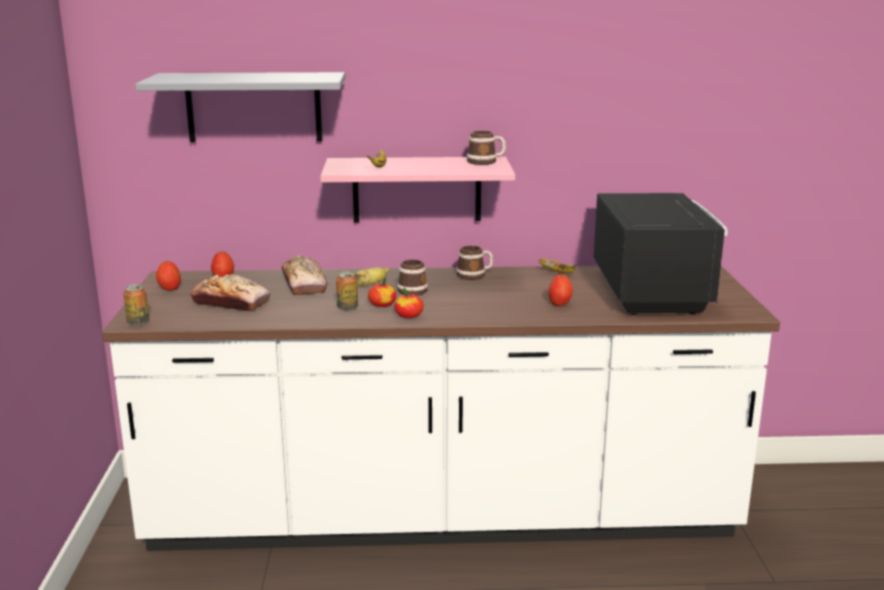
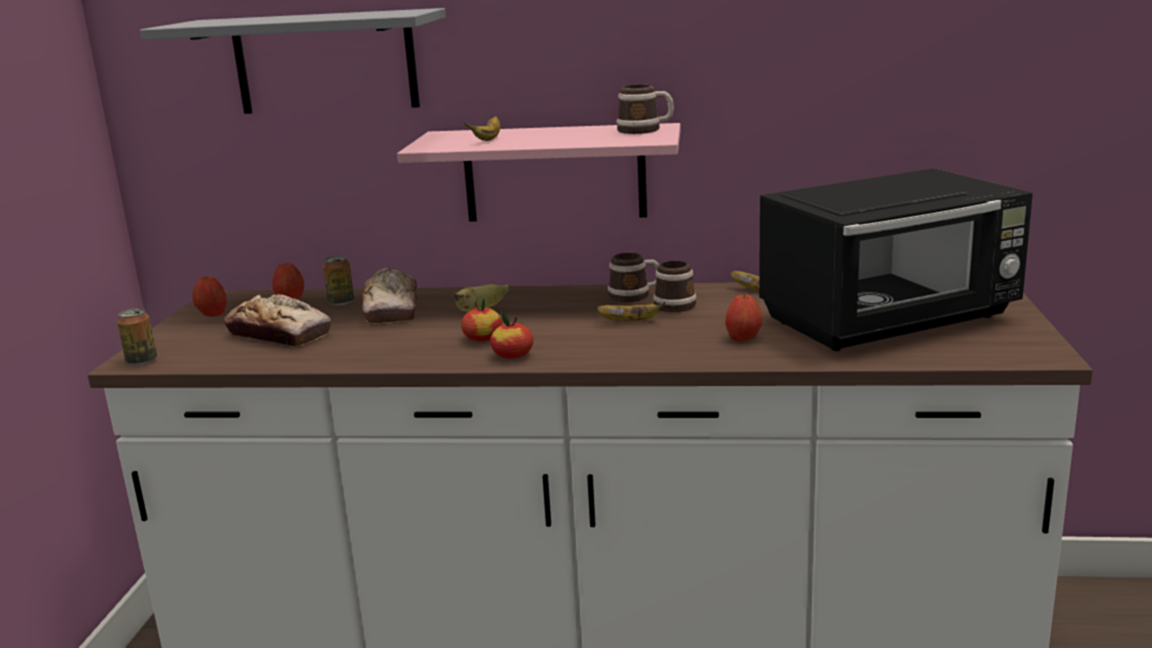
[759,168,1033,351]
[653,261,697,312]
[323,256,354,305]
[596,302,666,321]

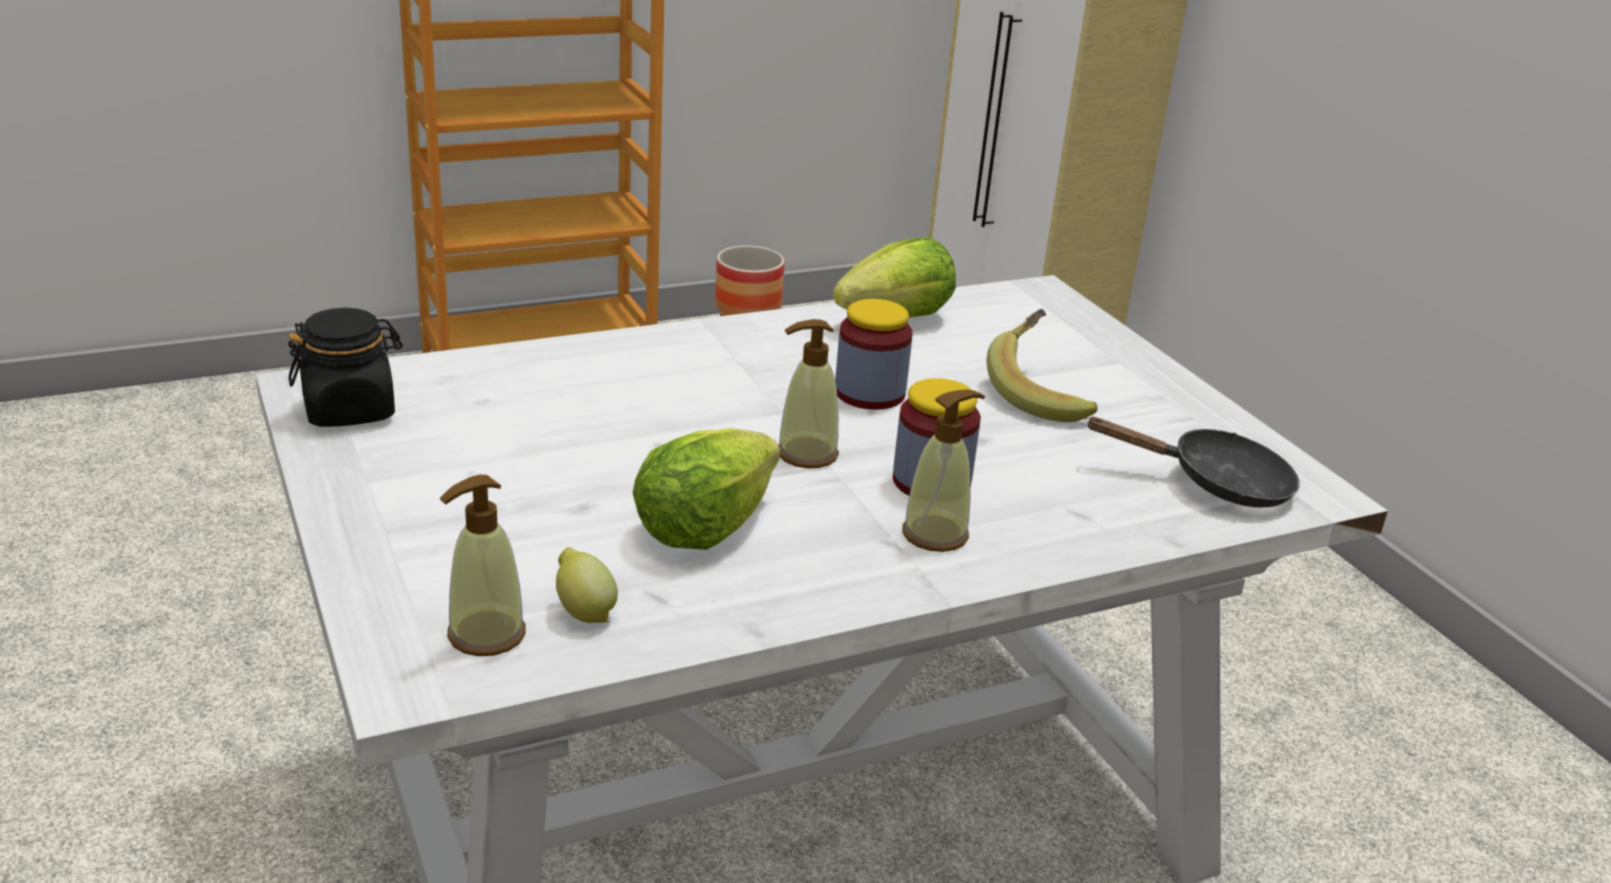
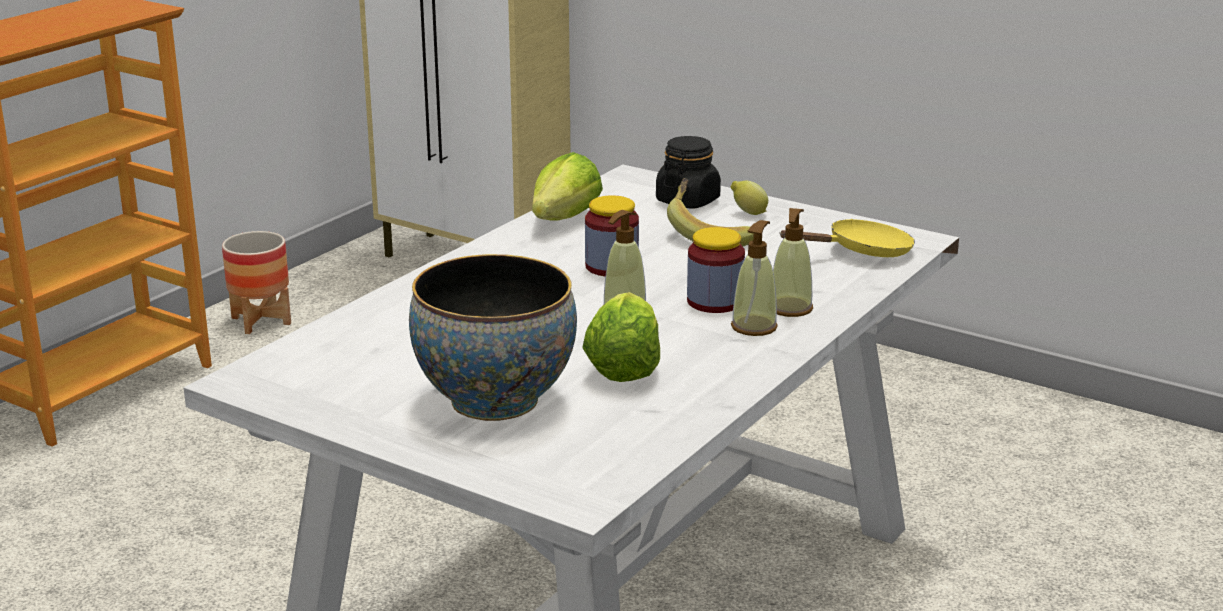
[656,136,721,209]
[779,219,915,257]
[773,208,813,317]
[731,181,768,215]
[409,254,577,421]

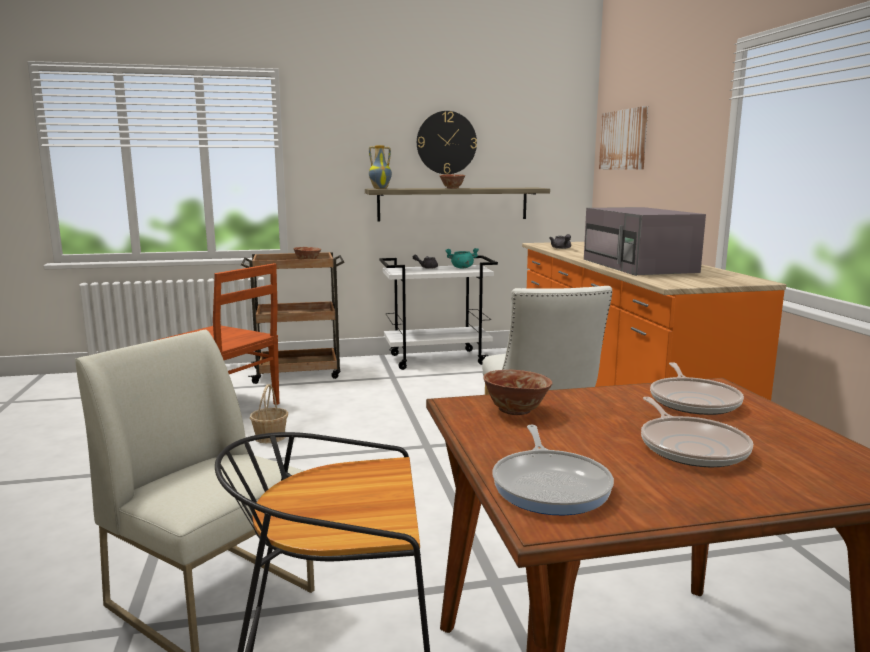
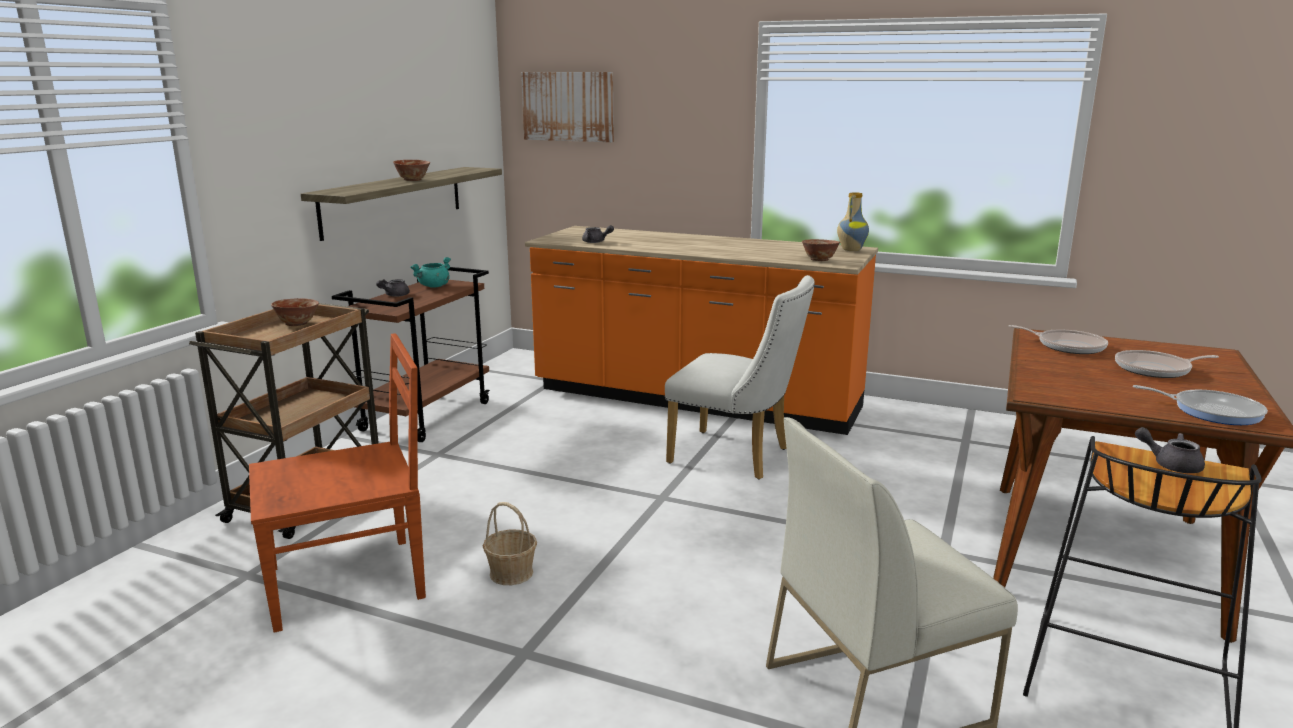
[417,111,477,174] (first image)
[837,192,869,251]
[584,207,706,276] (first image)
[332,267,490,442]
[802,239,840,261]
[1115,350,1219,378]
[1135,427,1205,473]

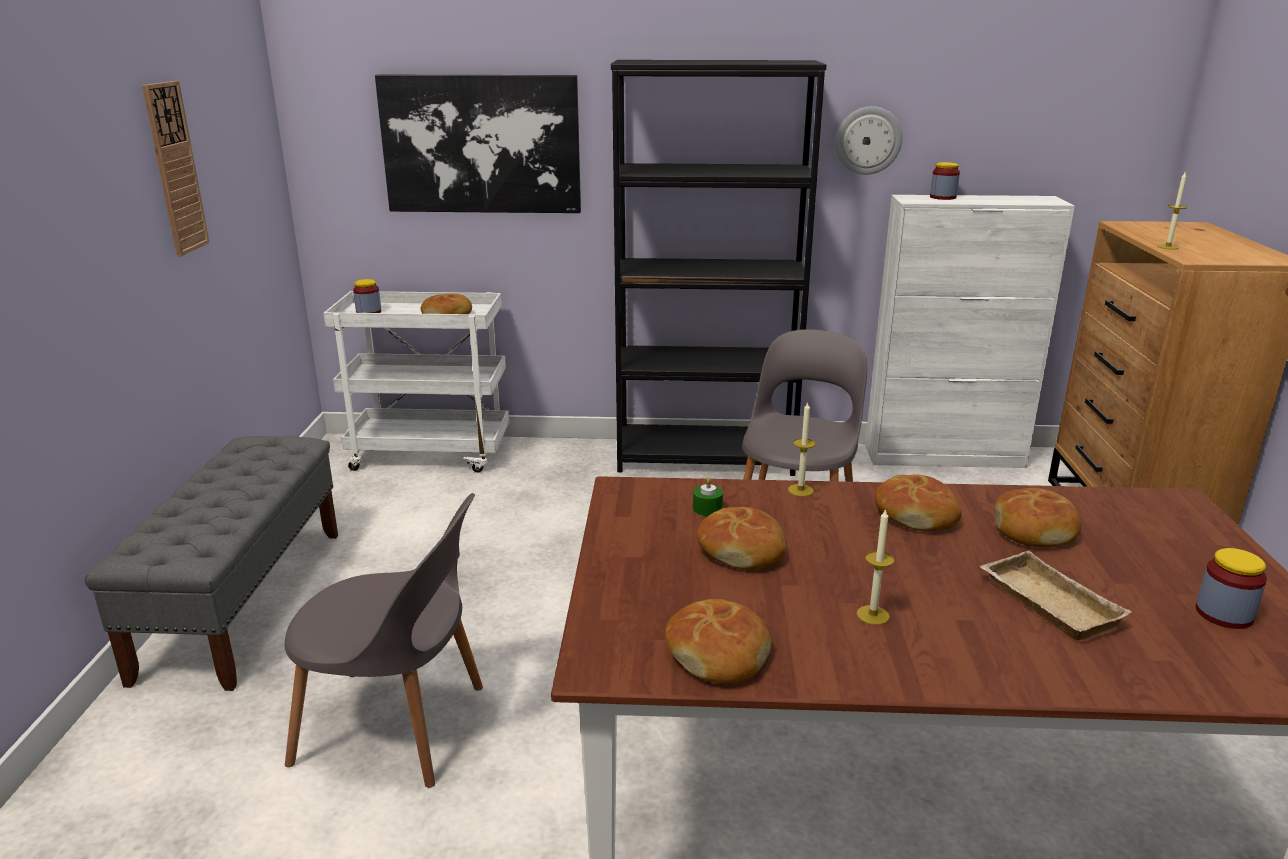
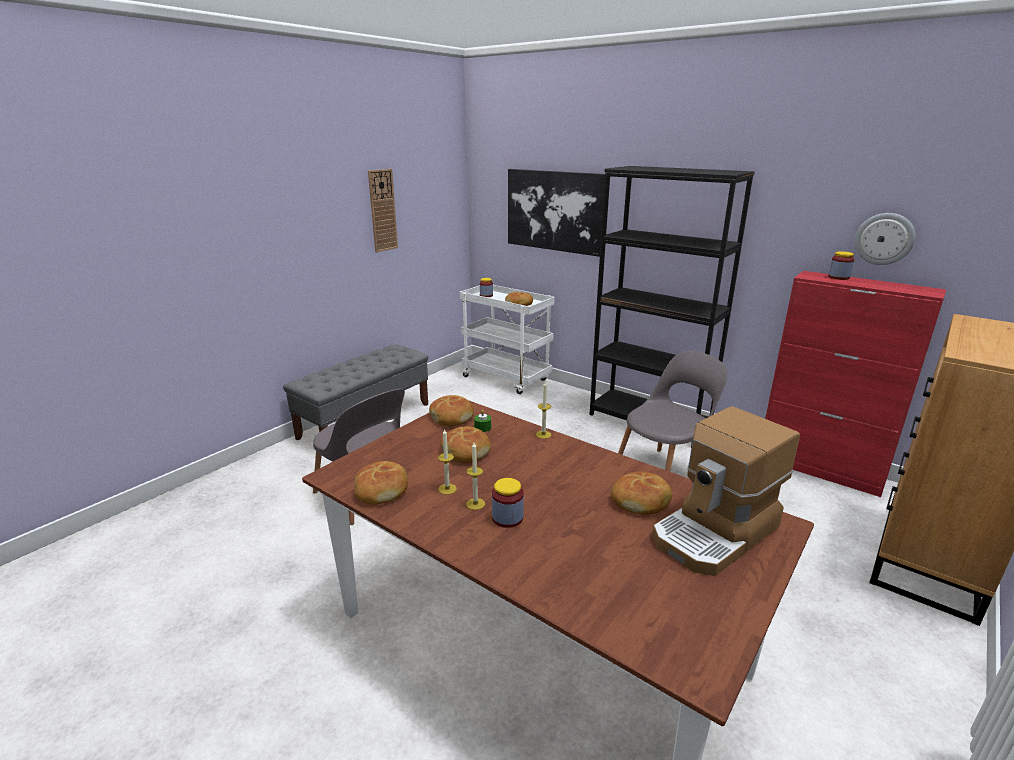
[854,213,915,265]
[438,428,457,495]
[765,271,946,497]
[429,395,474,426]
[492,478,524,528]
[980,551,1132,641] (first image)
[652,406,800,576]

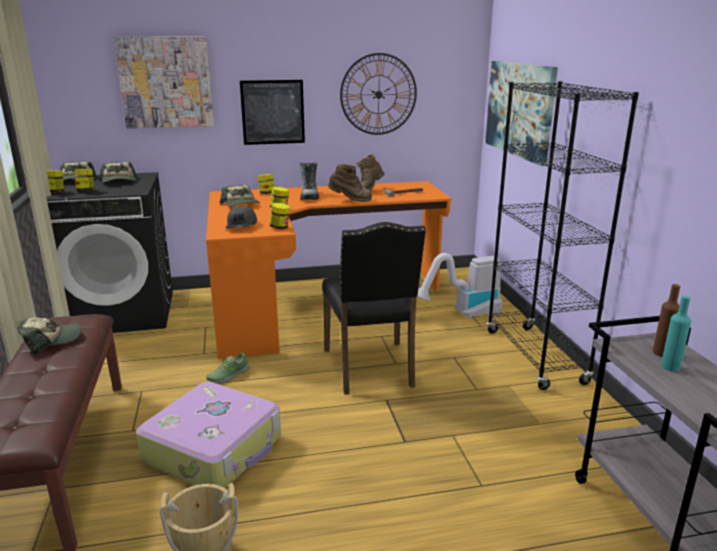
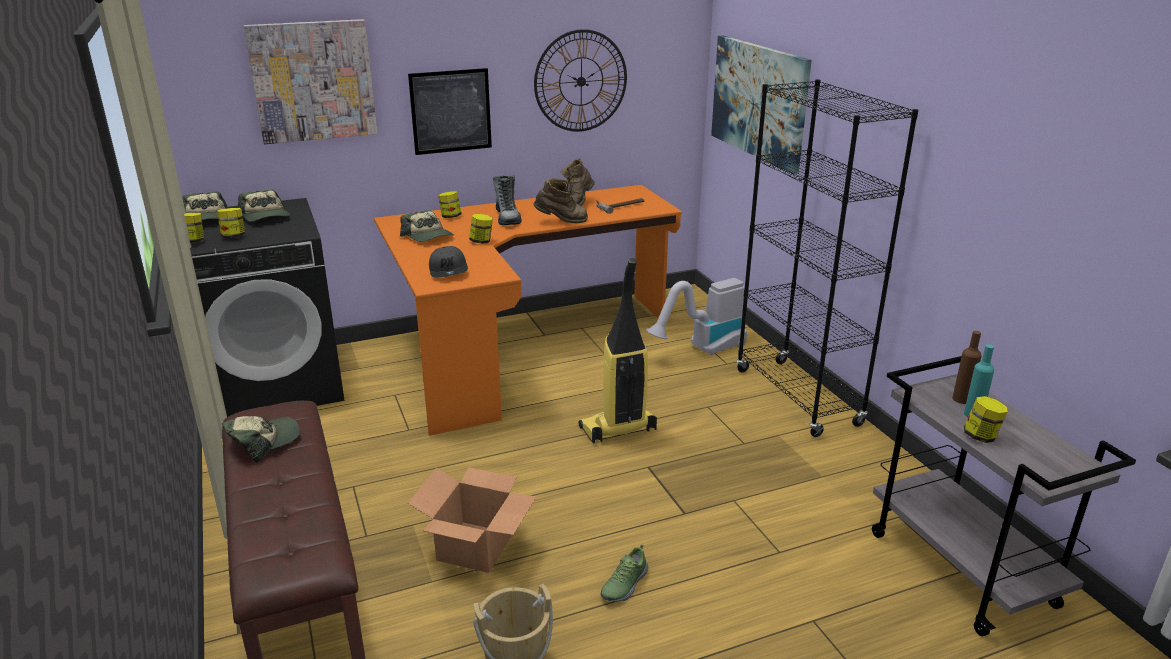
[964,396,1008,443]
[579,258,657,443]
[601,544,648,603]
[408,467,536,573]

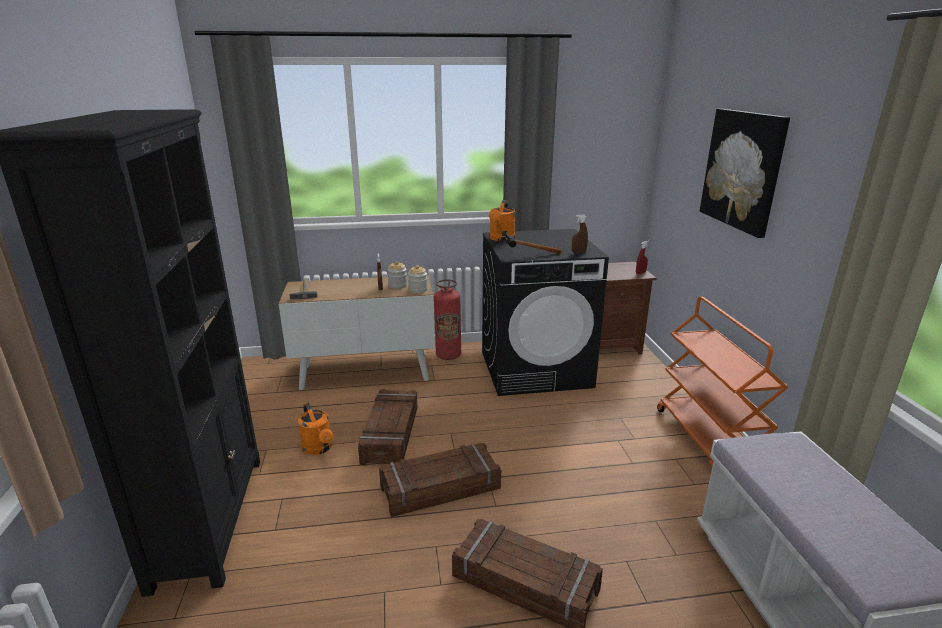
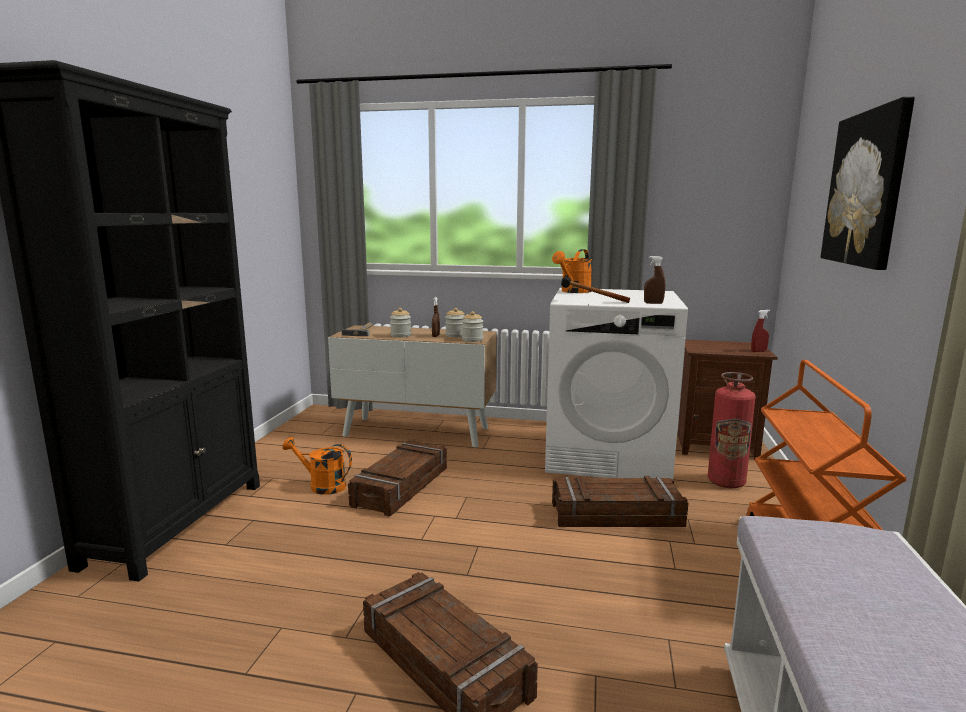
[545,288,688,479]
[708,372,756,488]
[282,437,352,495]
[552,476,688,527]
[390,308,411,337]

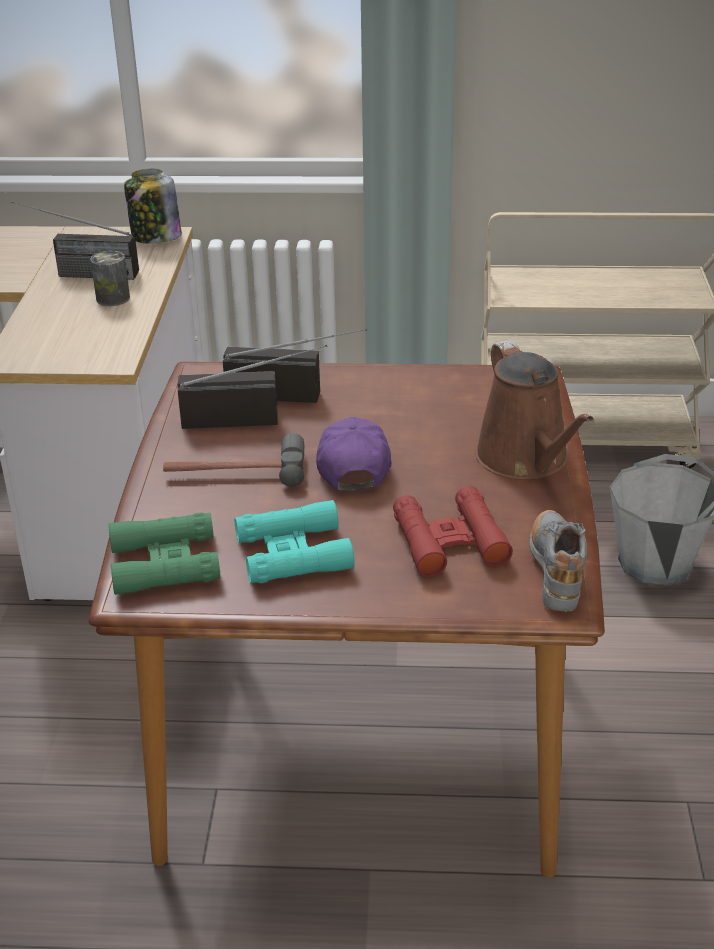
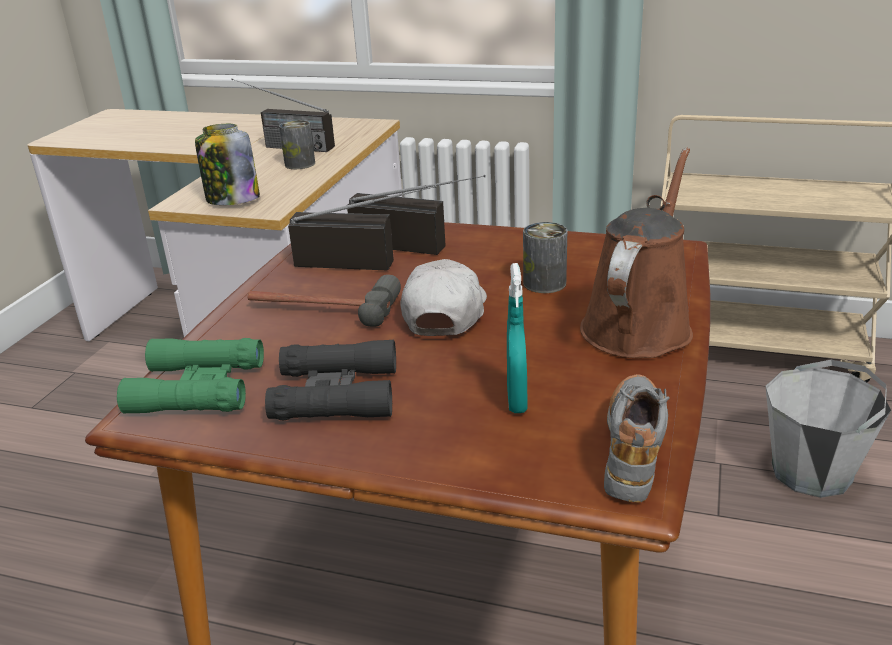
[195,124,260,205]
[580,148,693,359]
[401,259,487,336]
[507,263,527,413]
[265,340,396,420]
[523,222,567,293]

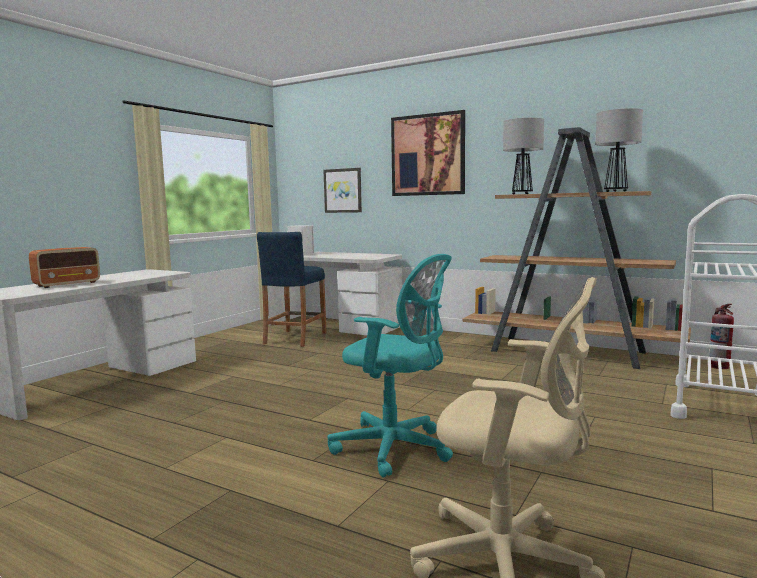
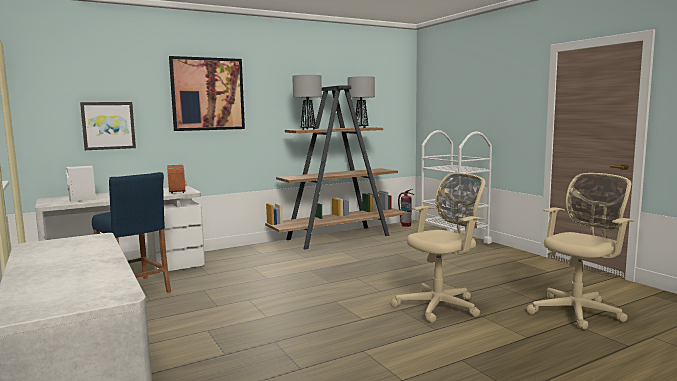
[167,165,187,194]
[391,173,485,323]

